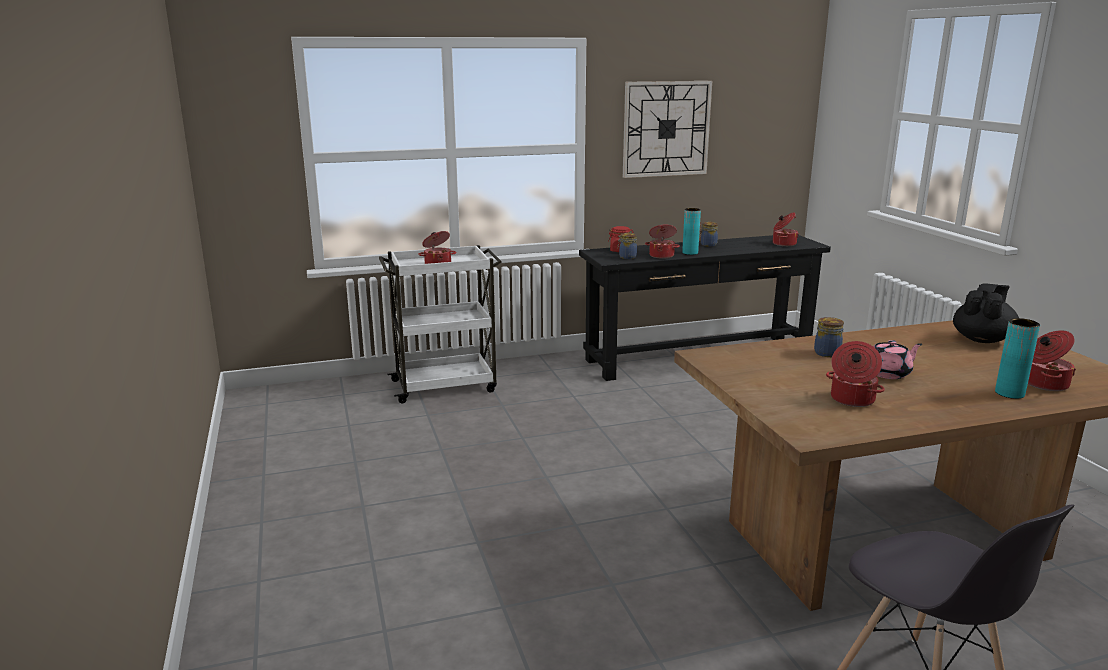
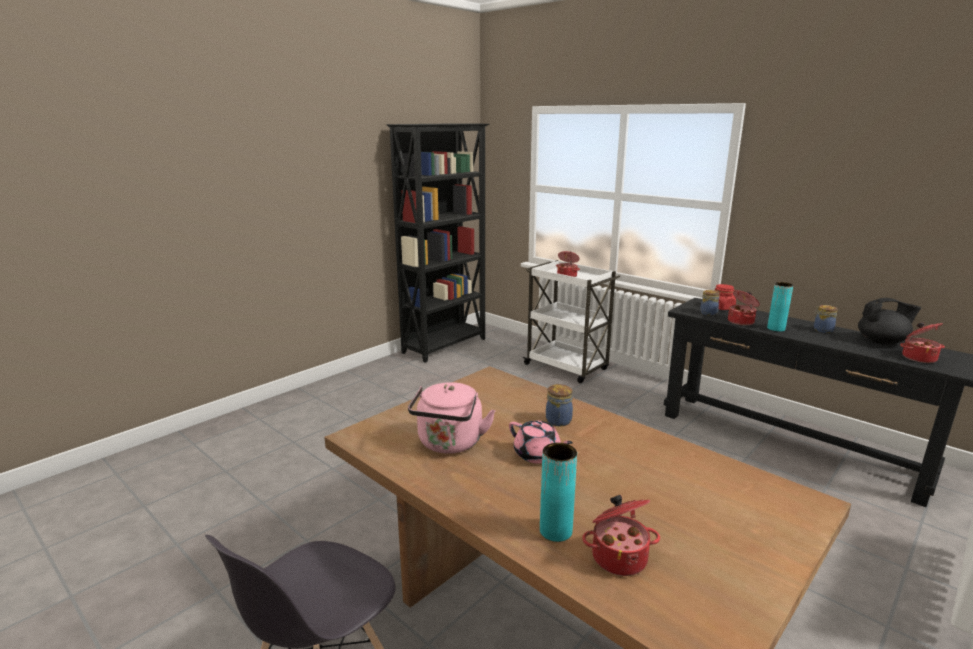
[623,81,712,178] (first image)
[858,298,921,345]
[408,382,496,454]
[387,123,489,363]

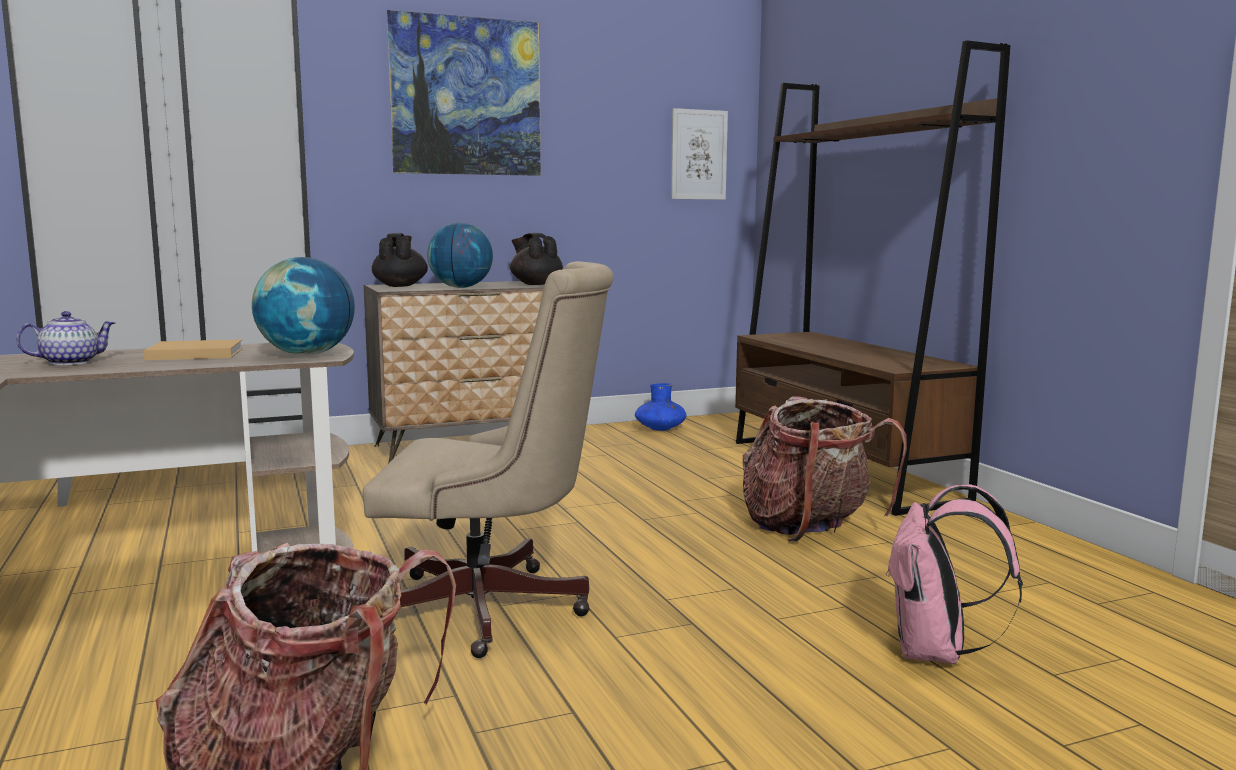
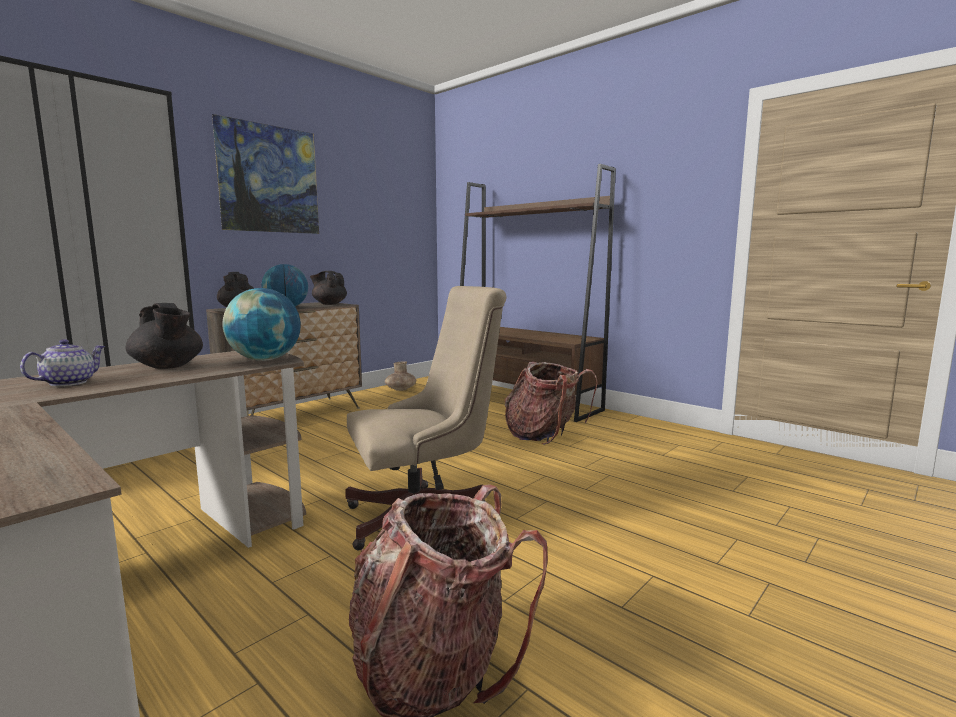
[671,108,728,200] (first image)
[125,303,203,369]
[385,361,416,391]
[886,484,1023,664] (first image)

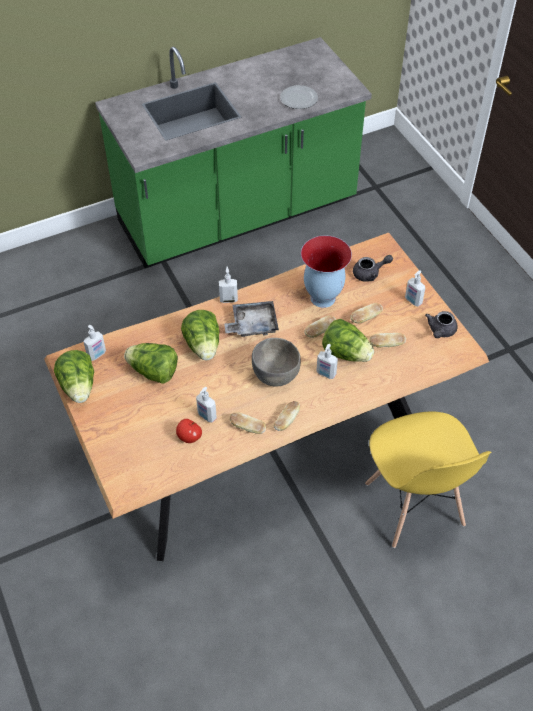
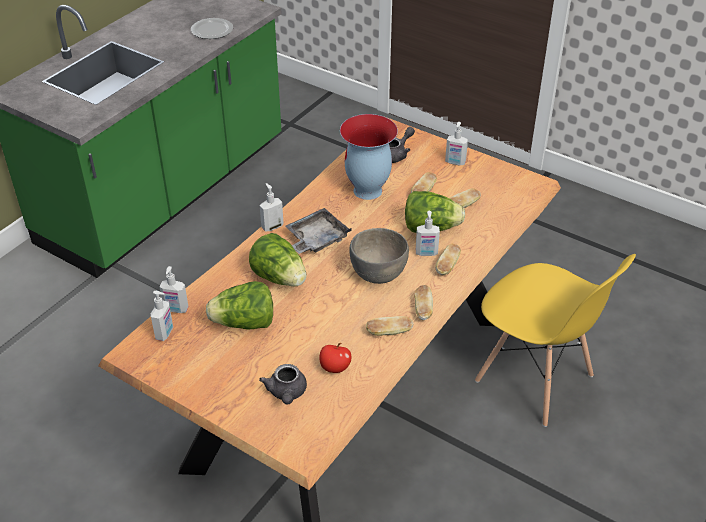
[259,364,307,405]
[435,244,461,275]
[54,350,94,403] (first image)
[159,266,189,313]

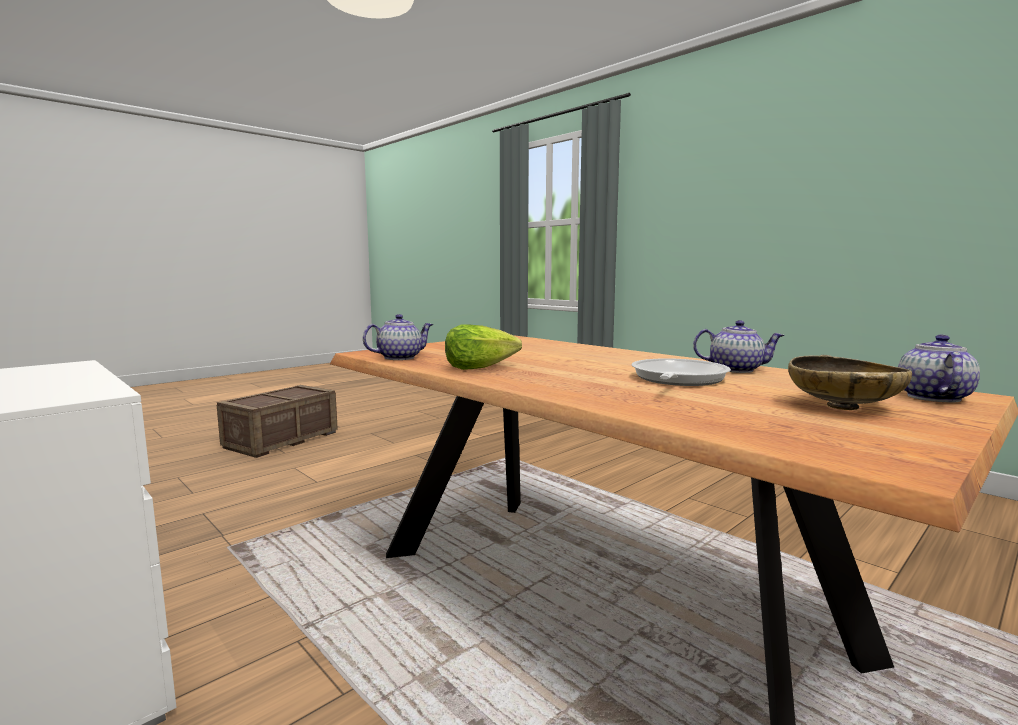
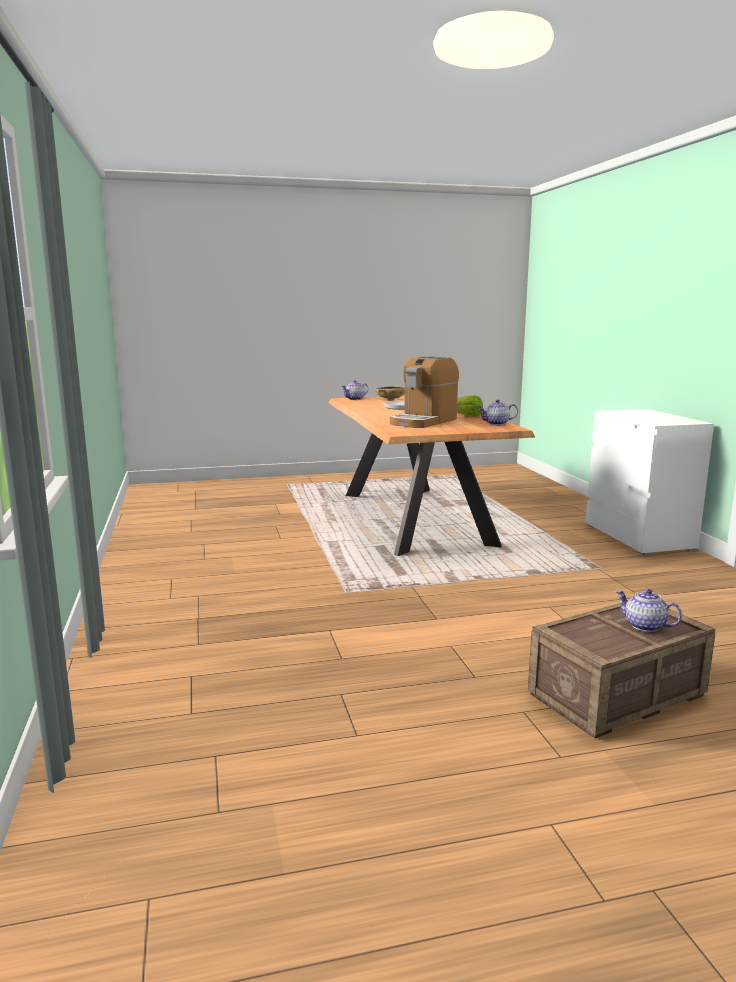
[615,589,682,632]
[390,356,459,428]

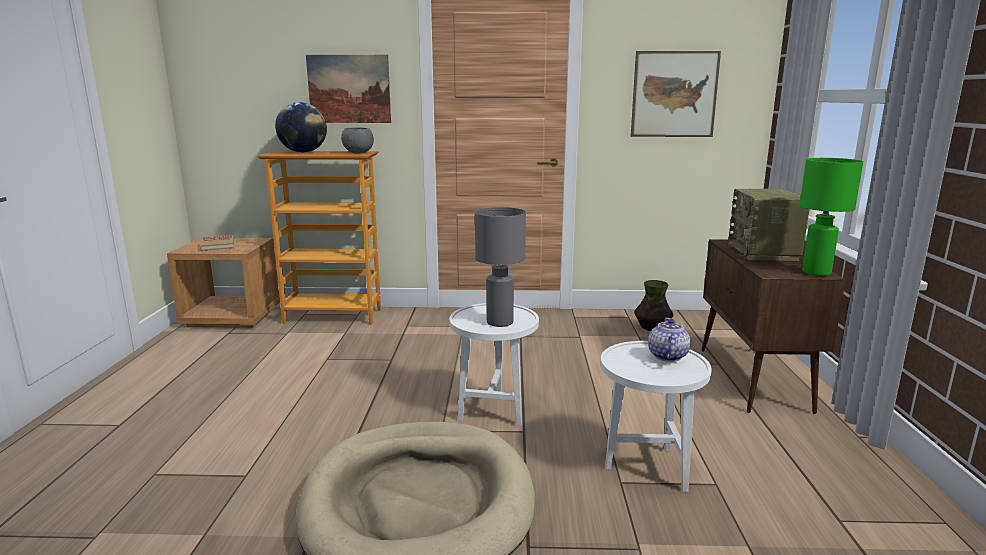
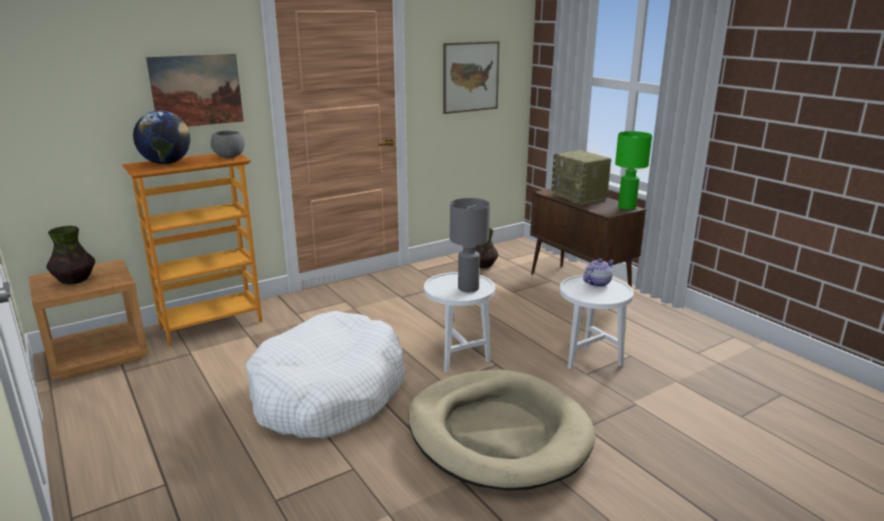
[46,226,95,284]
[583,259,614,287]
[246,311,405,438]

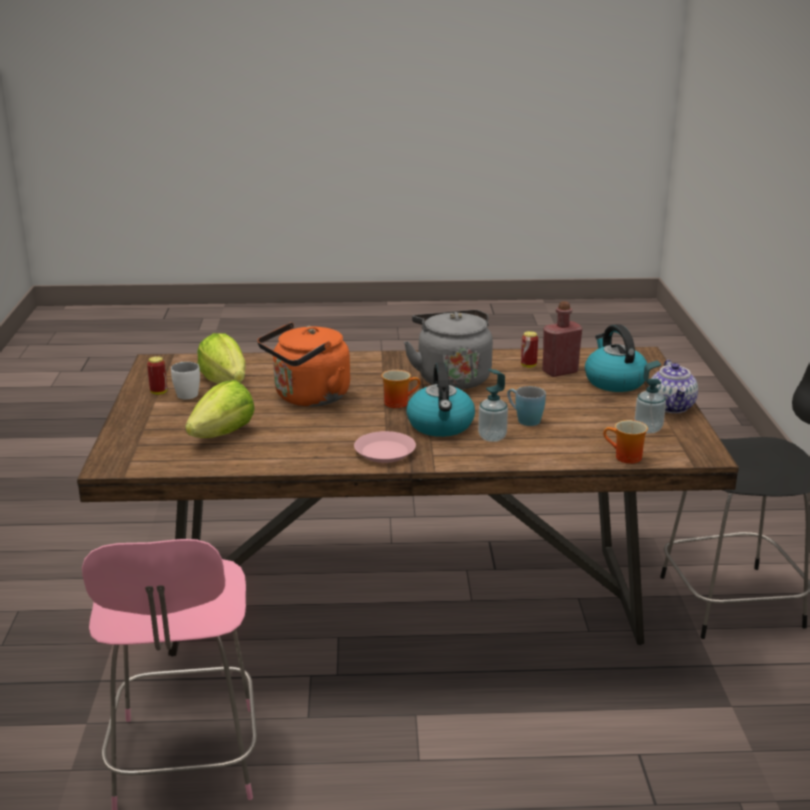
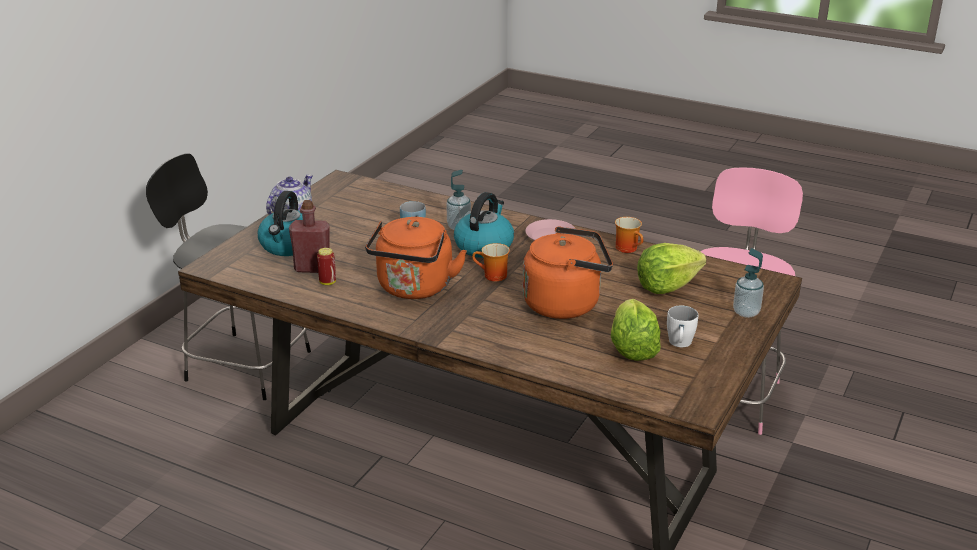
[365,217,467,299]
[147,356,167,395] (first image)
[733,248,764,318]
[615,217,643,253]

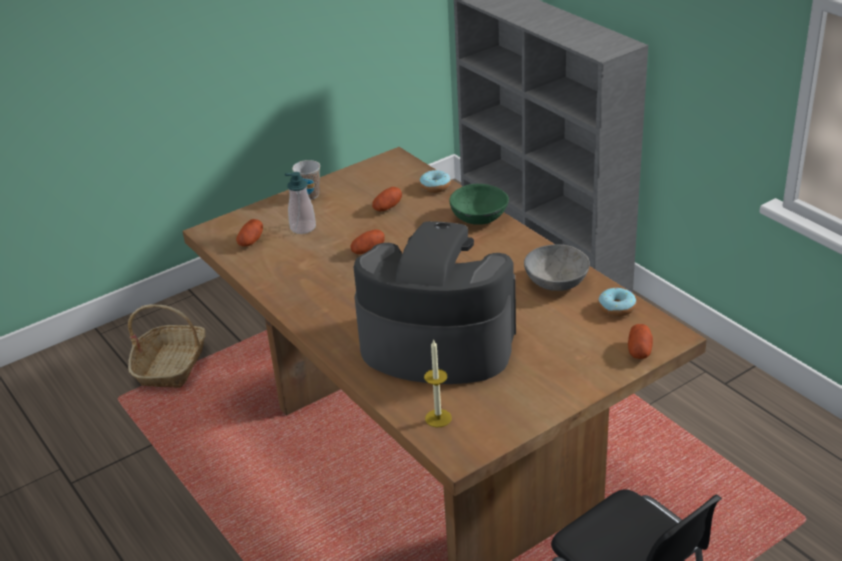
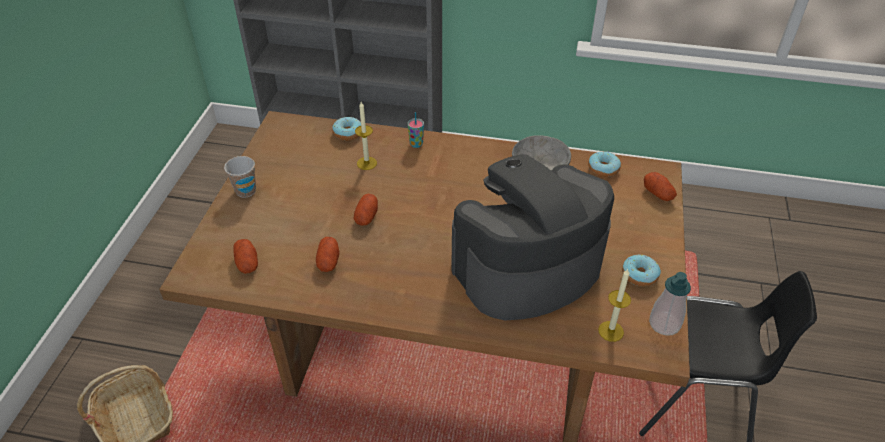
[649,272,691,336]
[408,112,424,148]
[316,237,340,272]
[355,102,377,170]
[622,255,661,287]

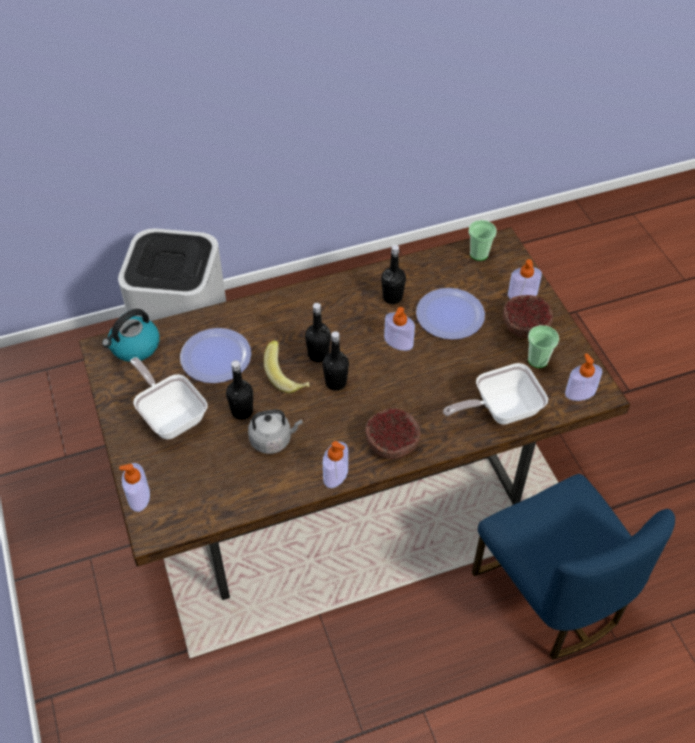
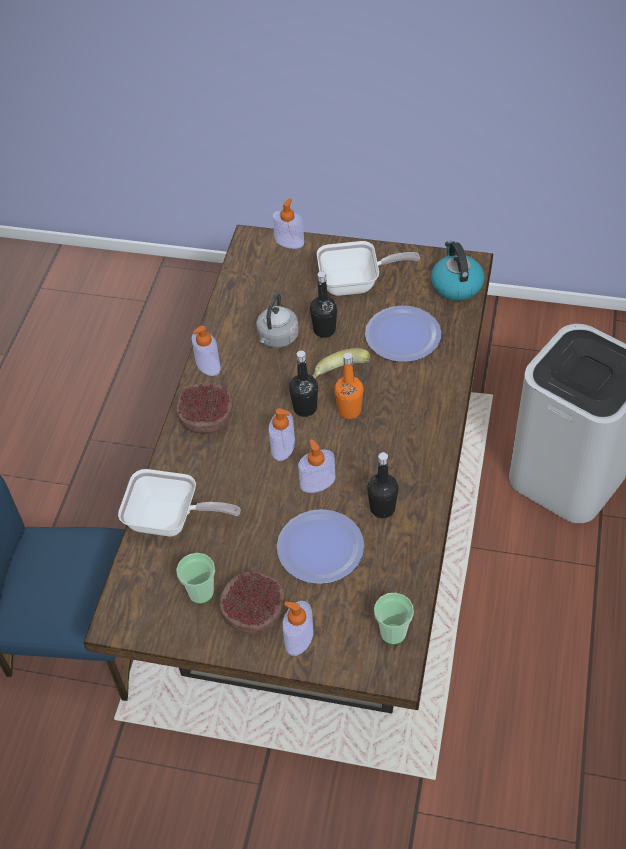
[334,353,364,419]
[269,408,295,461]
[118,469,241,536]

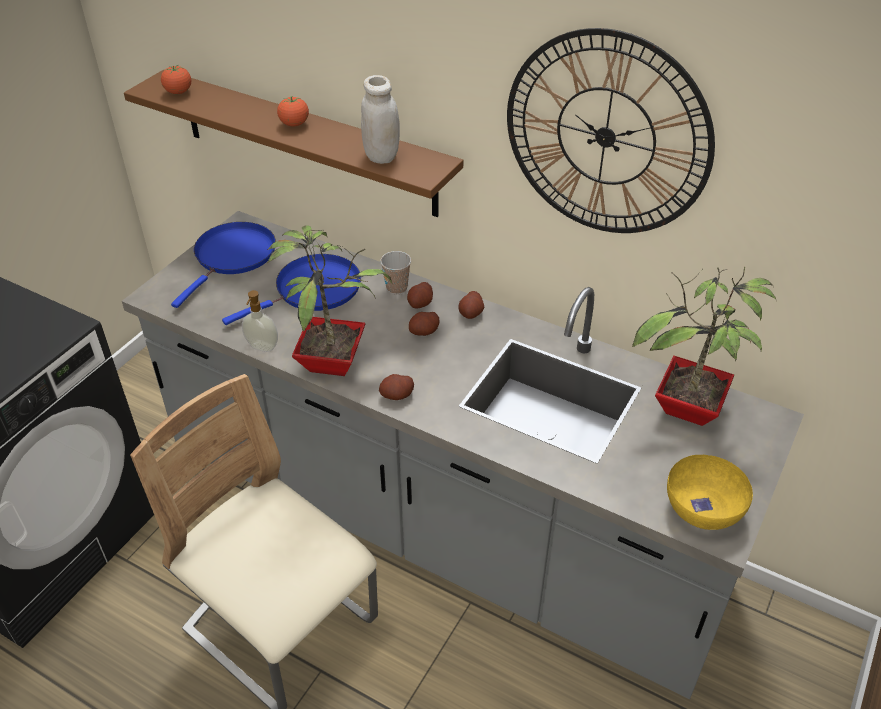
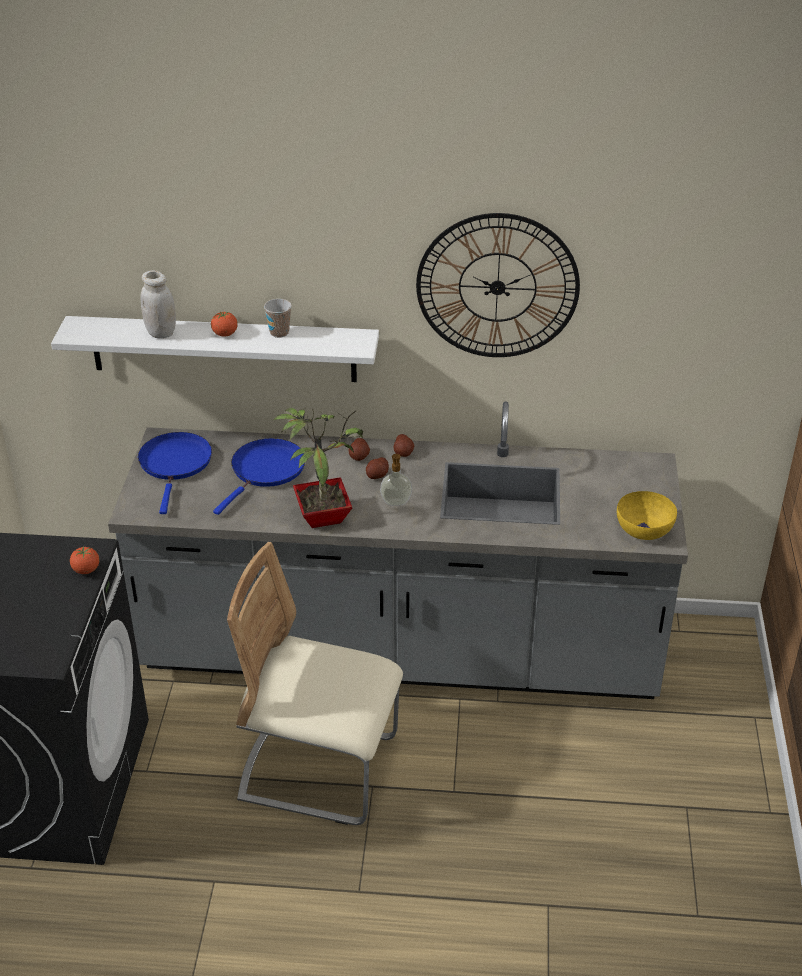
[70,547,99,574]
[51,316,379,382]
[141,270,176,339]
[264,299,292,338]
[632,266,776,426] (first image)
[380,454,412,506]
[379,374,414,400] (first image)

